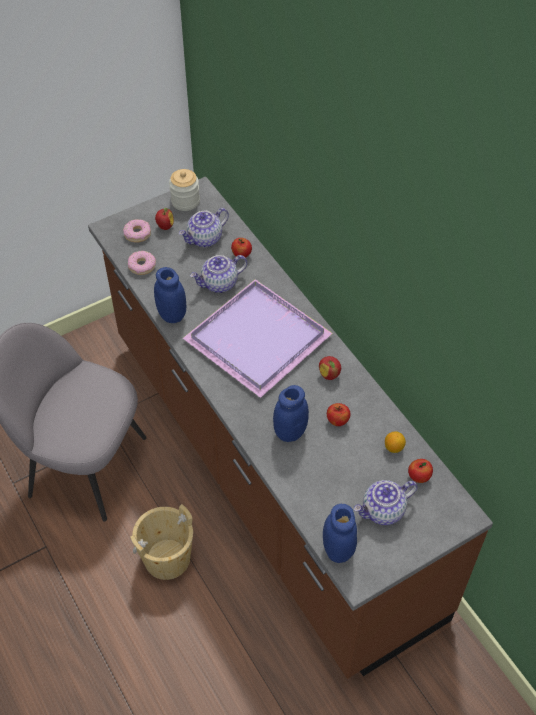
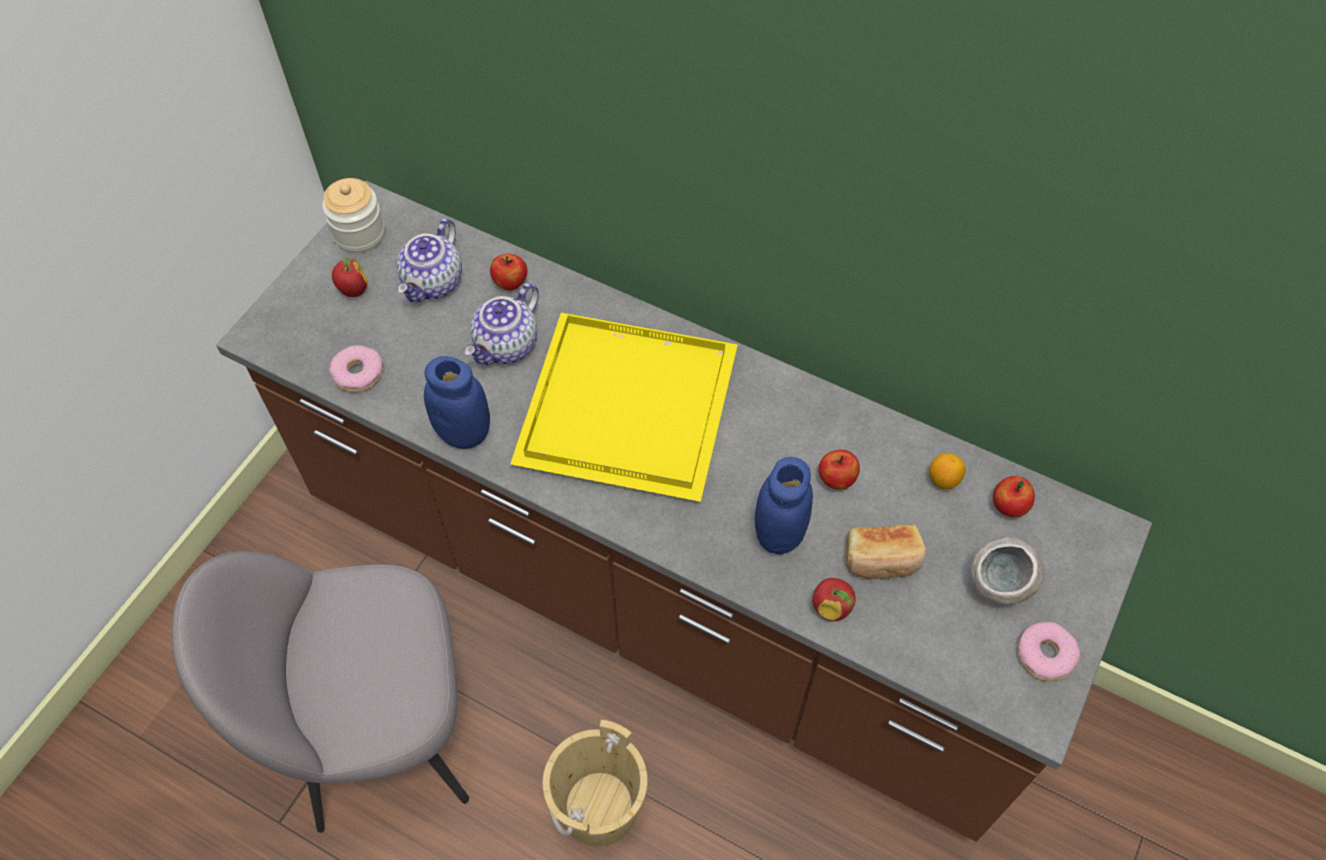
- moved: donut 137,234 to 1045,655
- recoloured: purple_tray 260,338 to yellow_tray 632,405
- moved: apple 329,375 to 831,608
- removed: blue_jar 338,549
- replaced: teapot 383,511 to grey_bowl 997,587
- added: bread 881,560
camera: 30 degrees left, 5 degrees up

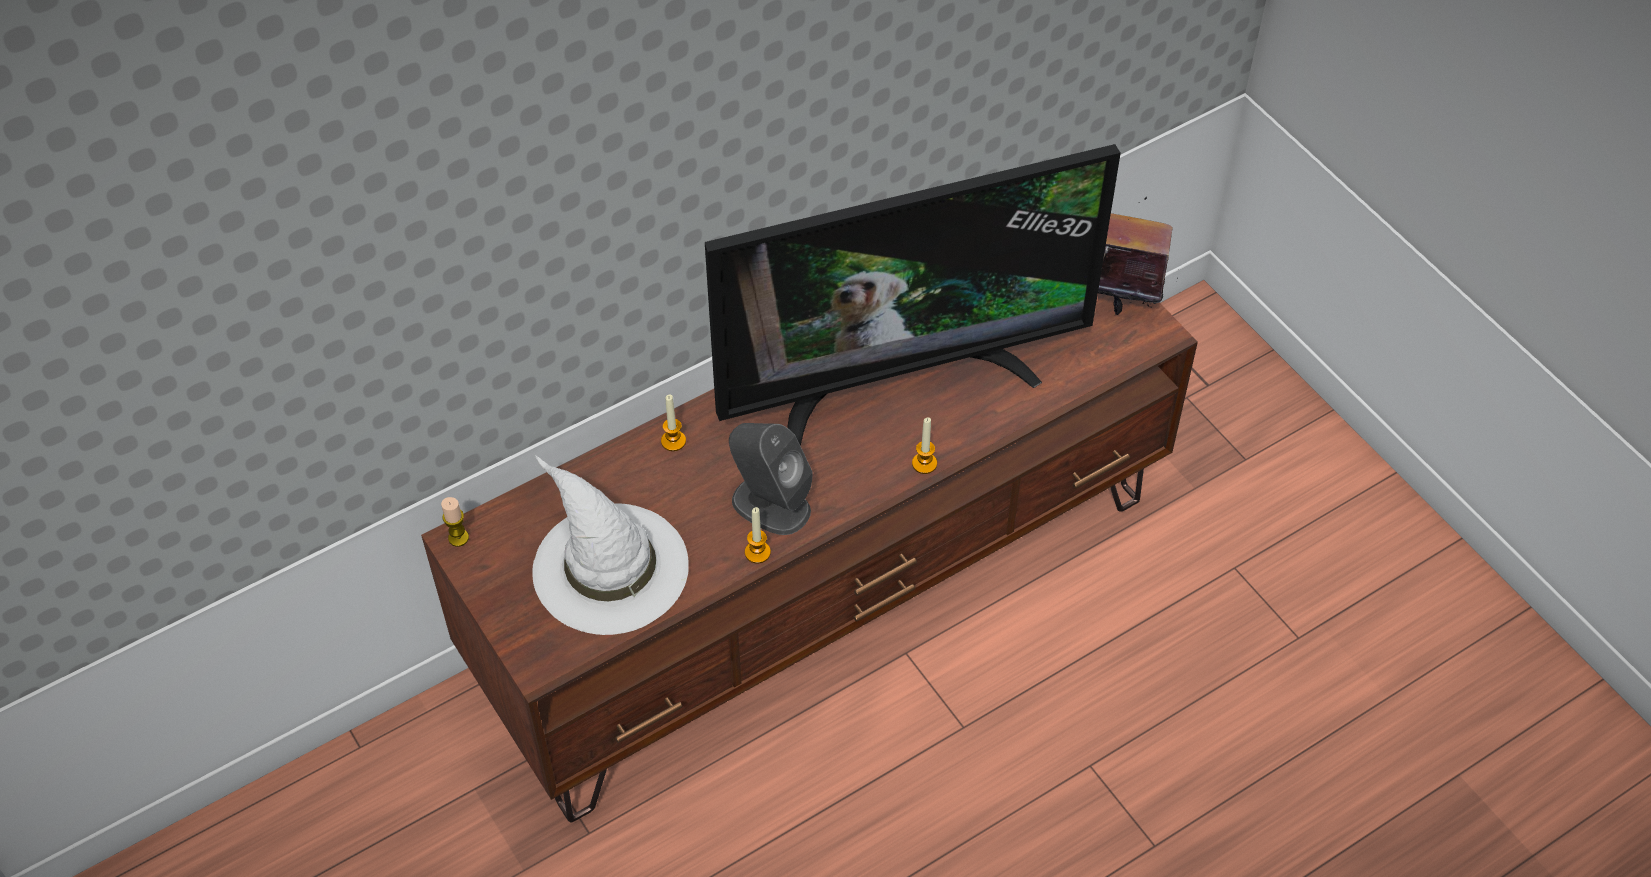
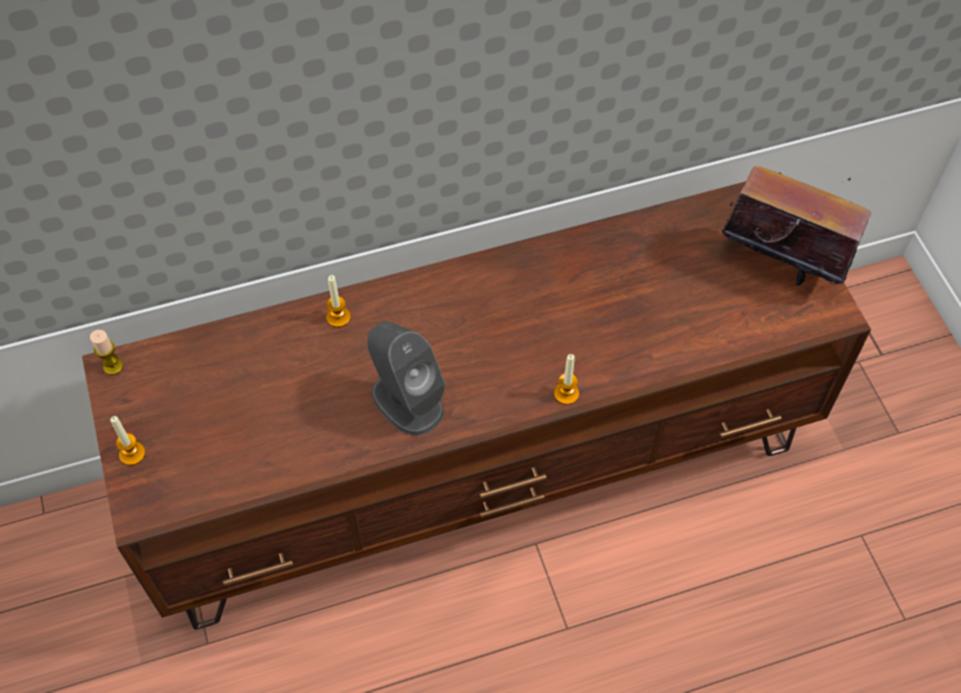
- removed: white_hat 608,566
- removed: television 900,379
- moved: candle 757,552 to 132,454
camera: 15 degrees right, 5 degrees up

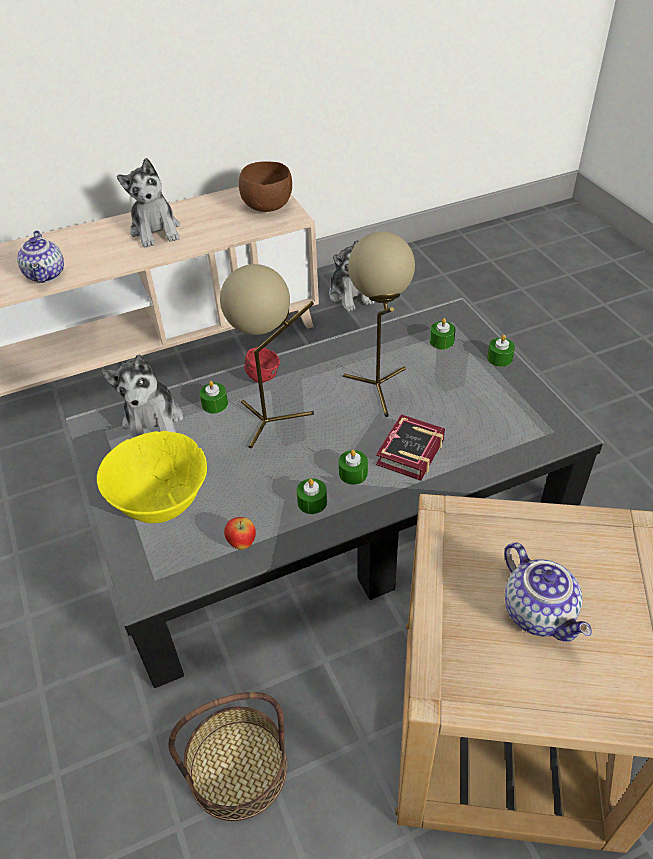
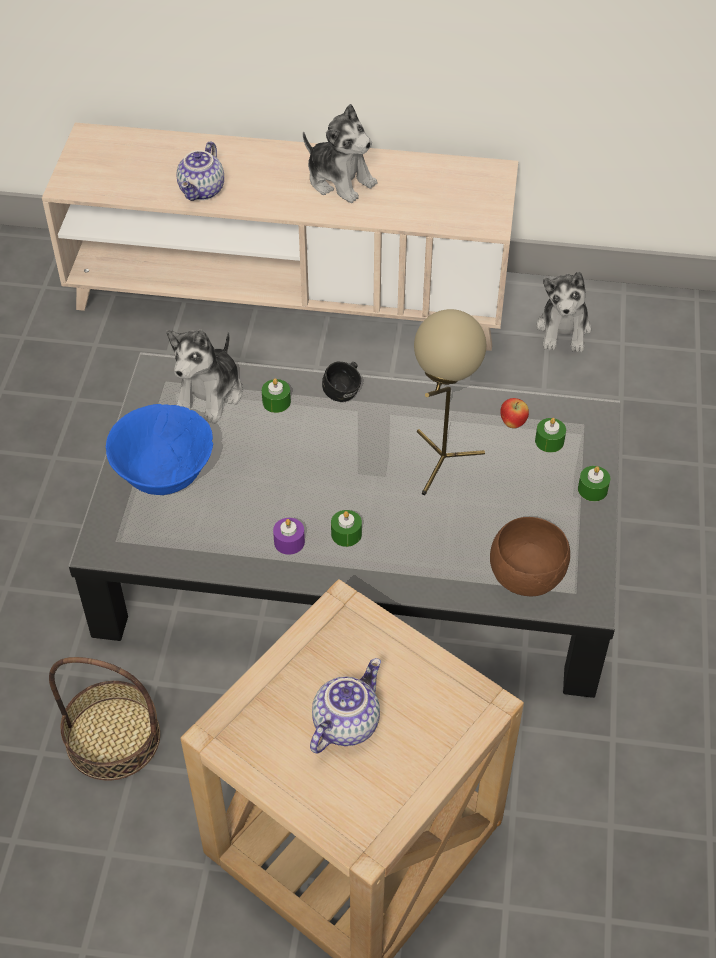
- recoloured: yellow_bowl 161,503 to blue_bowl 164,476
- turned: plush_toy 156,230 = 340,180 60 degrees counterclockwise
- removed: beige_table_lamp 271,420
- moved: apple 242,543 to 512,423
- moved: brown_bowl 268,206 to 527,576
- recoloured: red_mug 264,373 to black_mug 345,392
- recoloured: green_candle 312,502 to purple_candle 289,542
- removed: book 407,453
- turned: teapot 540,612 = 345,723 150 degrees counterclockwise
camera: 30 degrees right, 5 degrees up

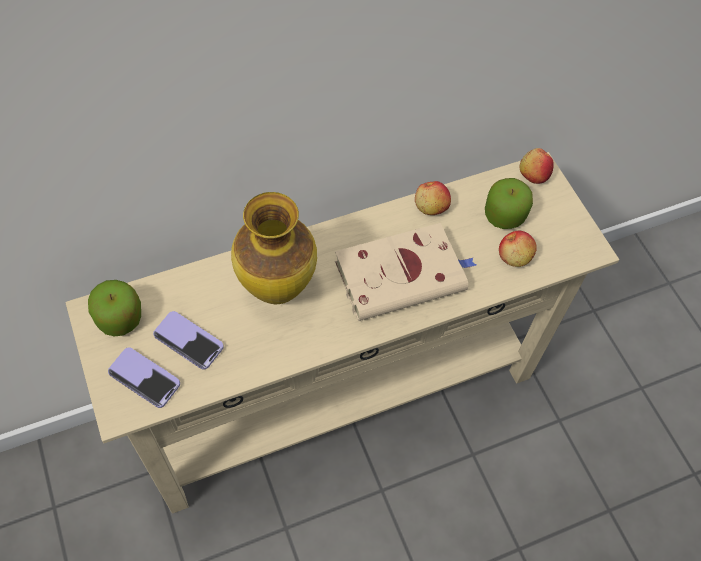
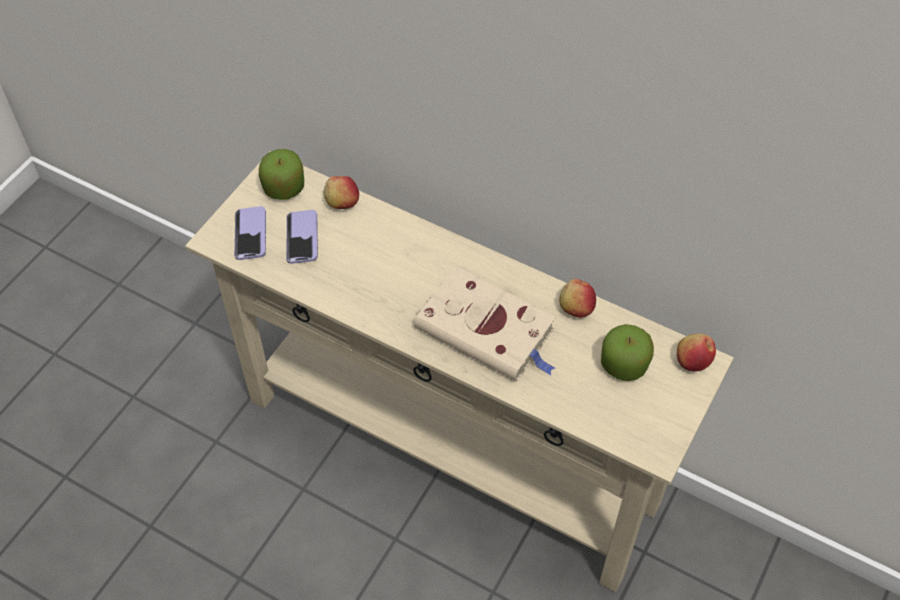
- removed: vase 276,288
- moved: apple 514,257 to 342,202
camera: 55 degrees right, 5 degrees down

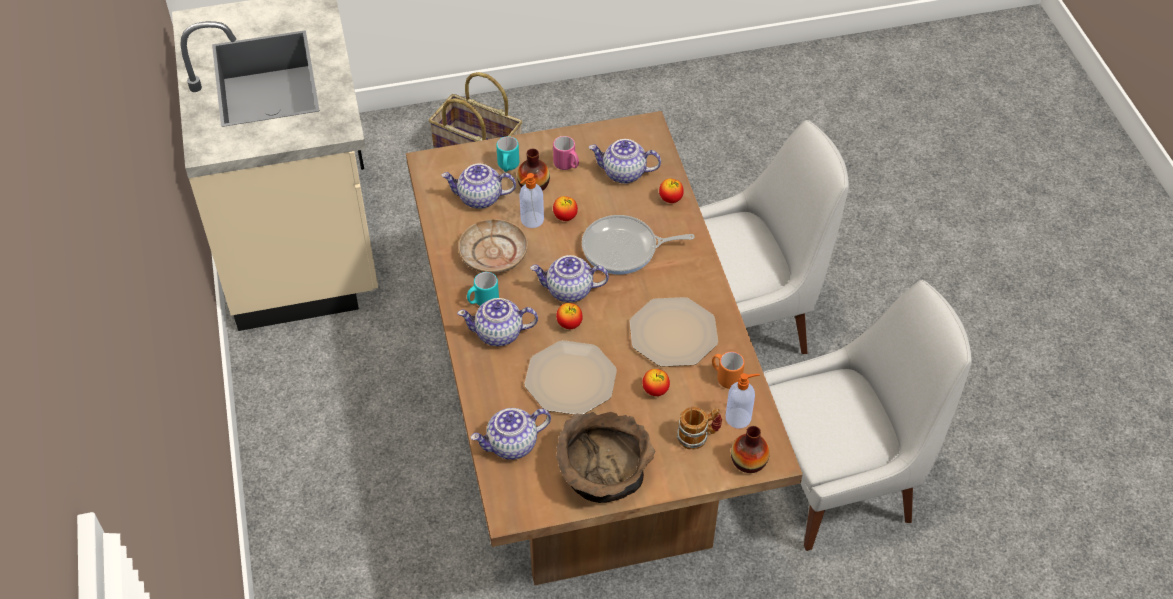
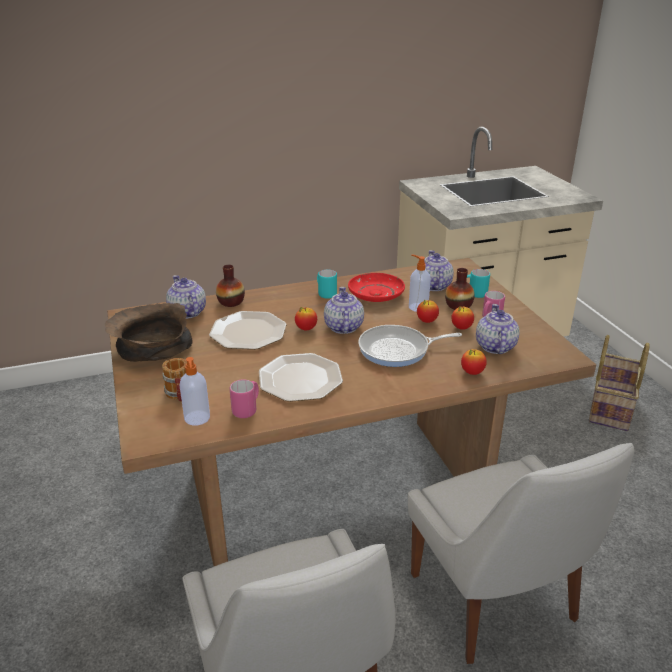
- removed: teapot 499,333
- recoloured: beige_plate 493,254 to red_plate 375,294
- turned: frying_pan 624,249 = 398,350 90 degrees counterclockwise
- moved: apple 655,391 to 461,328
- recoloured: orange_mug 725,377 to pink_mug 247,409
- moved: vase 748,461 to 231,302
camera: 85 degrees right, 20 degrees down

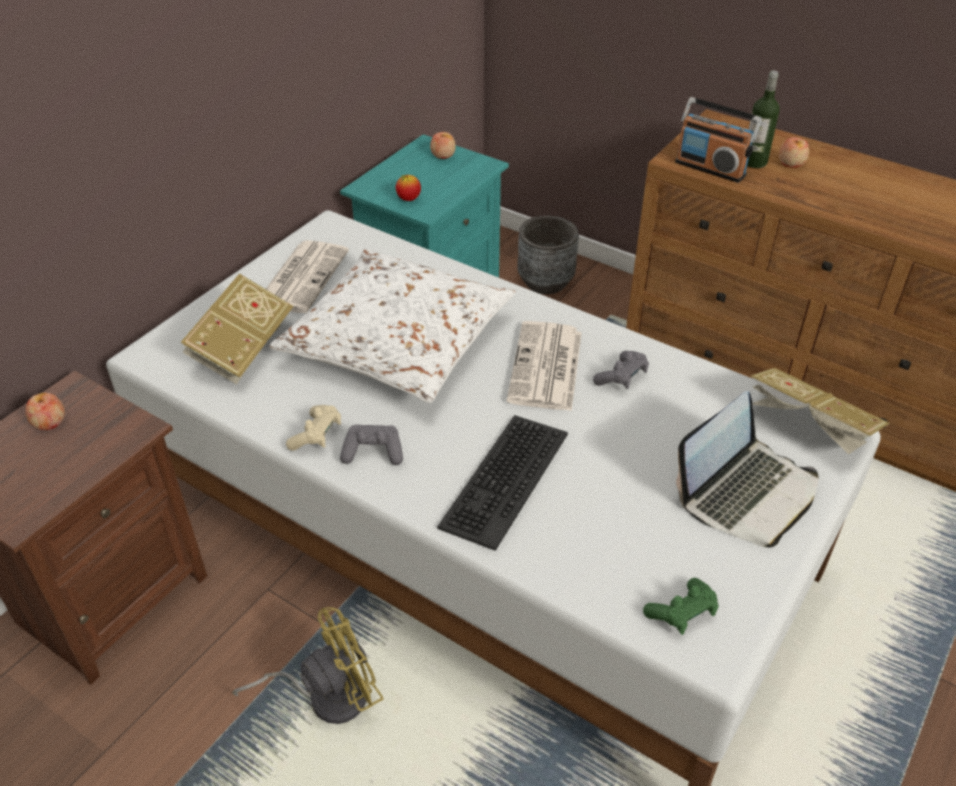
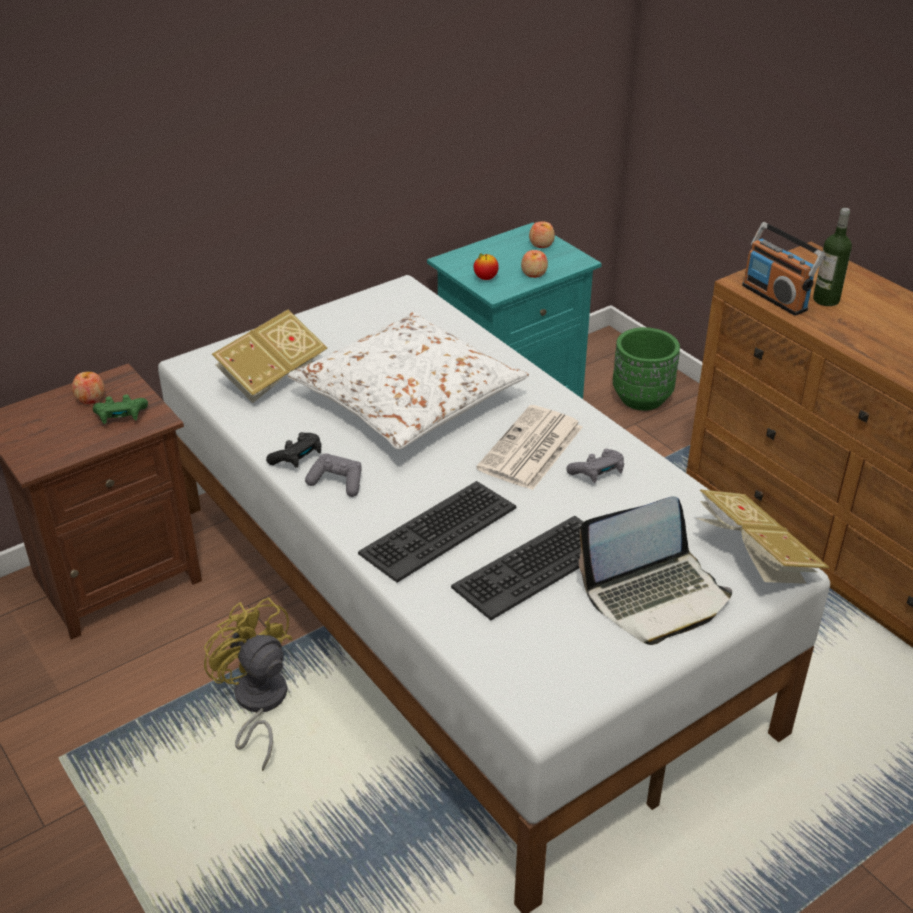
- turned: yellow_fan 326,695 = 257,704 120 degrees counterclockwise
- removed: newspaper 302,276
- recoloured: beige_game_controller 316,435 to black_game_controller 297,458
- recoloured: grey_planter 545,282 to green_planter 642,398
- moved: green_game_controller 682,613 to 121,417
- moved: apple 791,163 to 534,273
- added: keyboard 533,566
camera: 20 degrees right, 5 degrees down

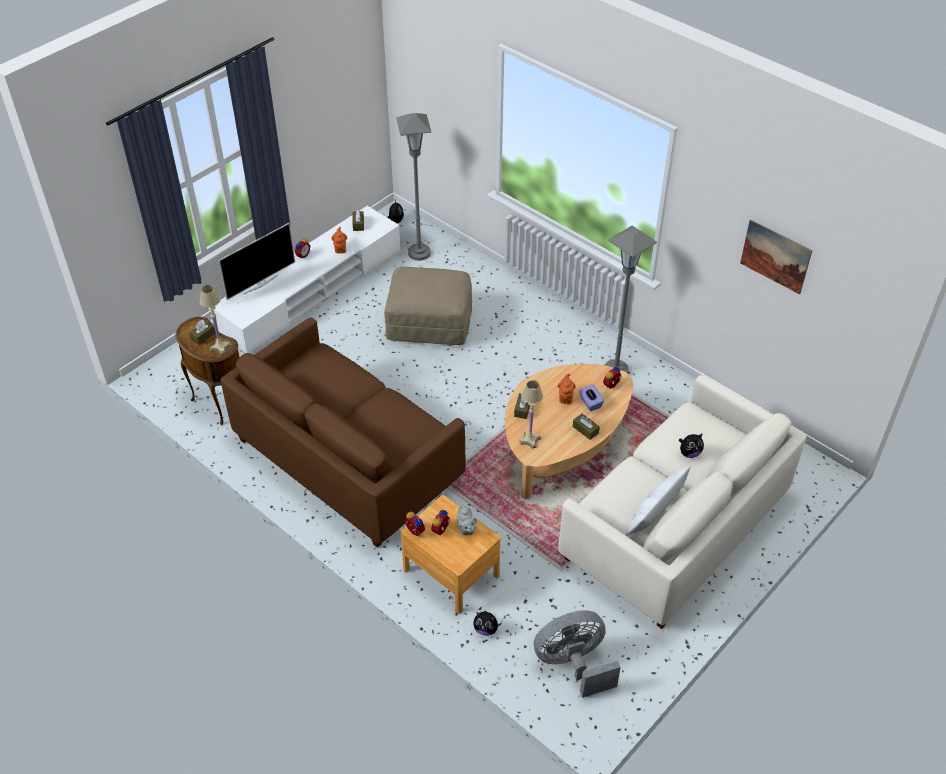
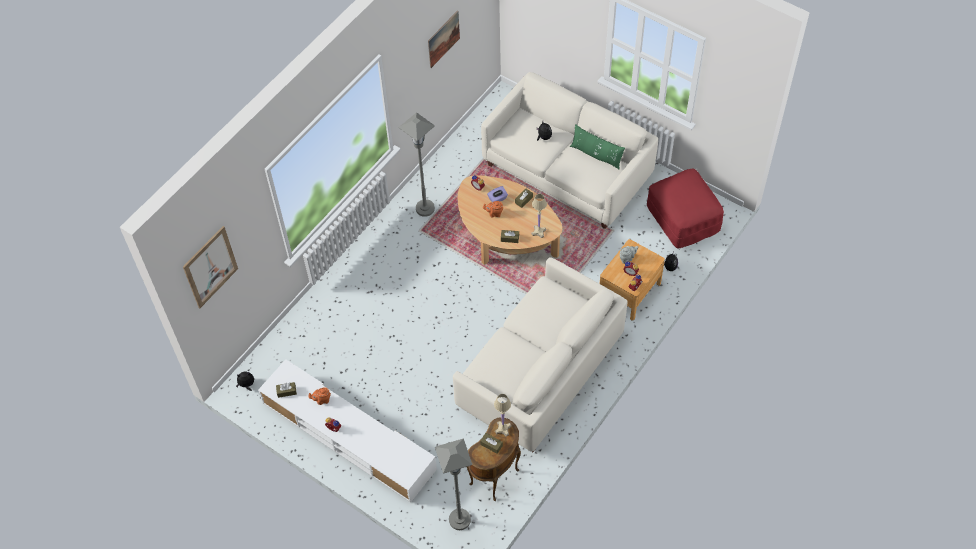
- removed: television 260,284
- recoloured: brown_sofa 347,459 to white_sofa 540,372
- removed: beige_ottoman 430,323
- moved: grey_floor_lamp 419,253 to 459,520
- replaced: grey_fan 573,664 to red_ottoman 683,219
- recoloured: white_pillow 655,512 to green_pillow 596,155
- added: picture 210,267
camera: 95 degrees left, 10 degrees up

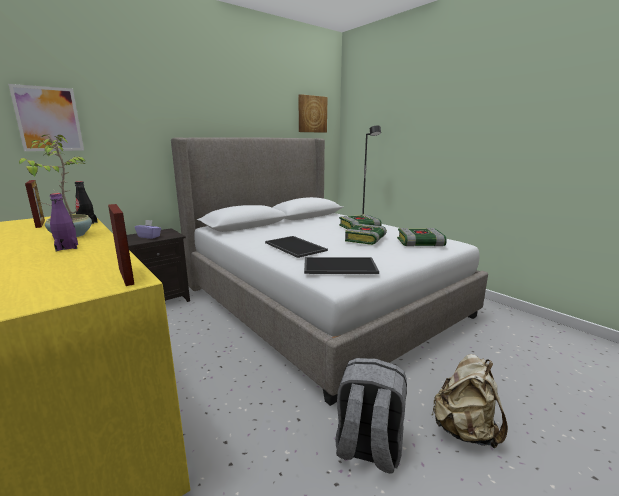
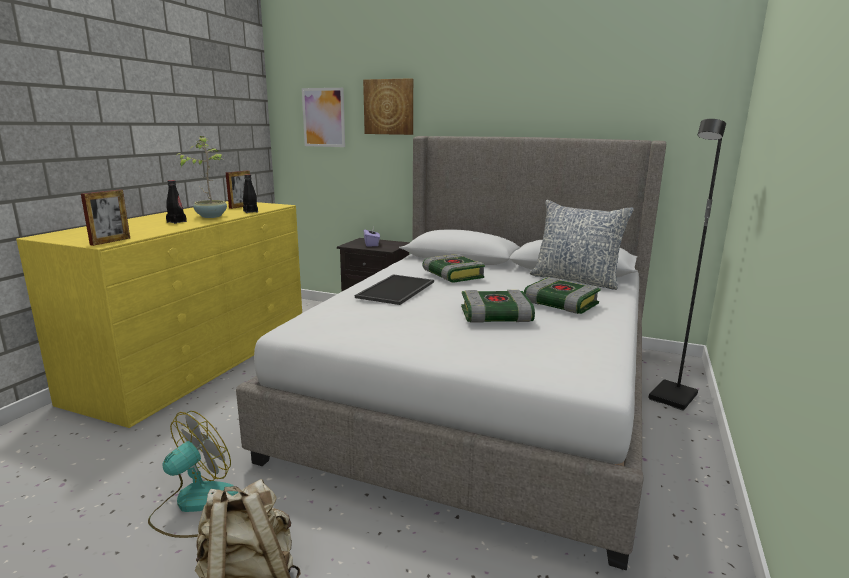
- recoloured: purple_bottle 67,247 to black_bottle 176,222
- moved: picture 312,114 to 389,107
- removed: tray 339,266
- replaced: grey_backpack 367,448 to fan 194,505
- moved: book 419,243 to 452,275
- added: pillow 575,280
camera: 60 degrees right, 0 degrees up

